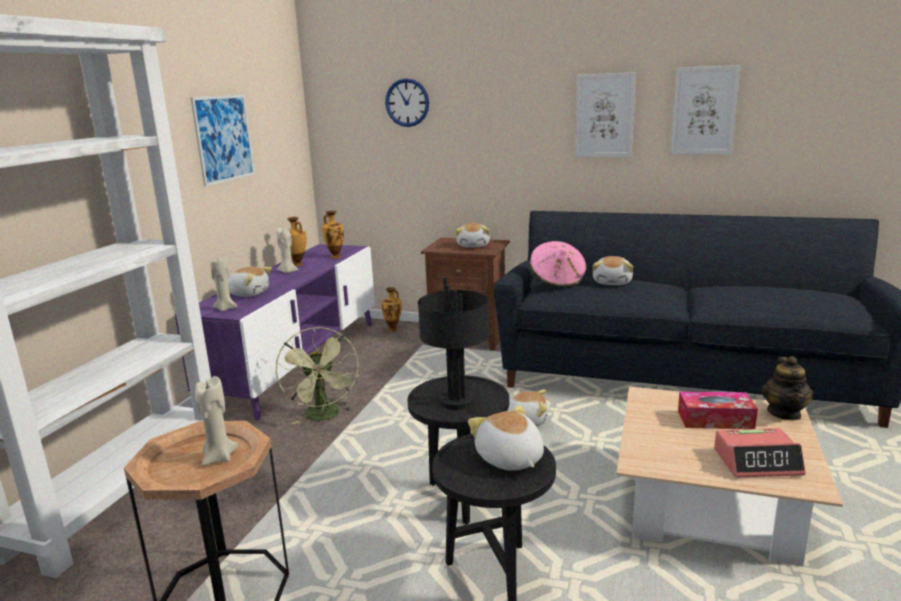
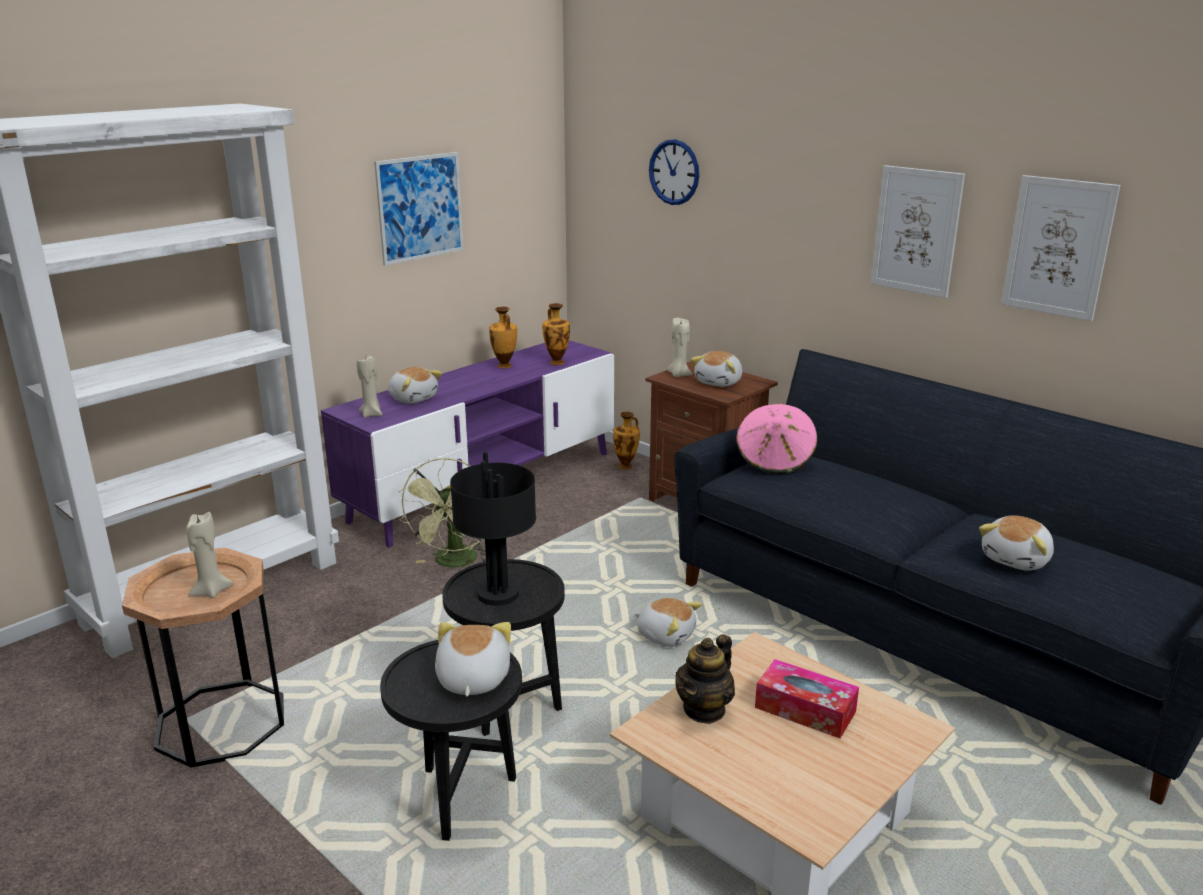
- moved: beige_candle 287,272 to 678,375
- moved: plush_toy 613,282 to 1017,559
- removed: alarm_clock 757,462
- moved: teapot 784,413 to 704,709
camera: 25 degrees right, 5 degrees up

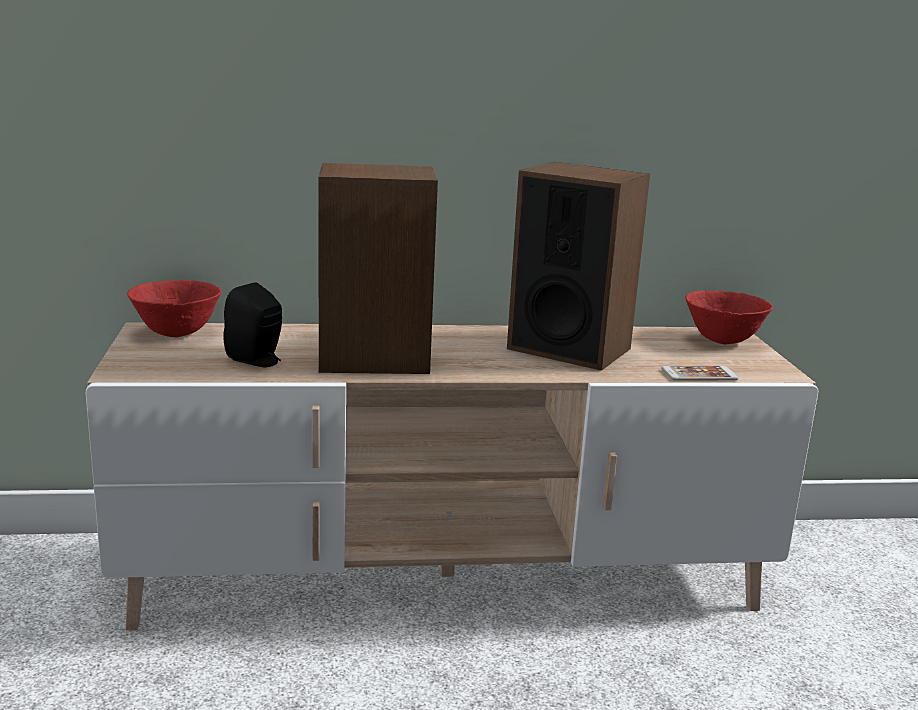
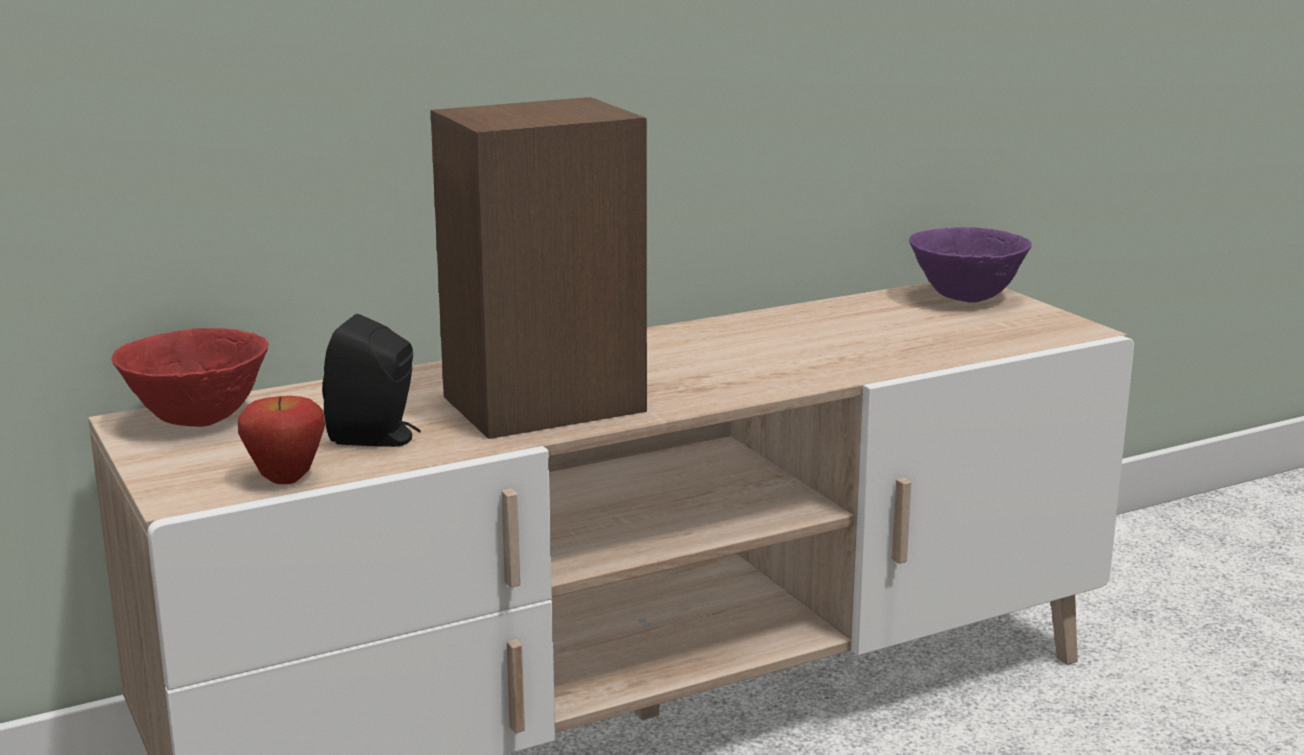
- removed: speaker 569,348
- removed: phone 699,374
- recoloured: red_bowl 722,340 to purple_bowl 965,298
- added: apple 286,479
camera: 20 degrees left, 0 degrees up

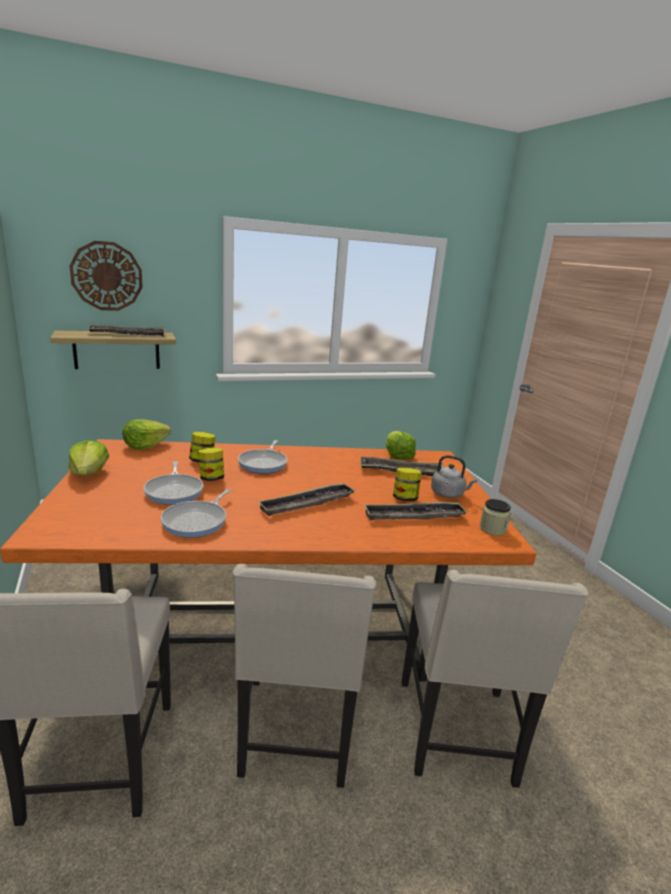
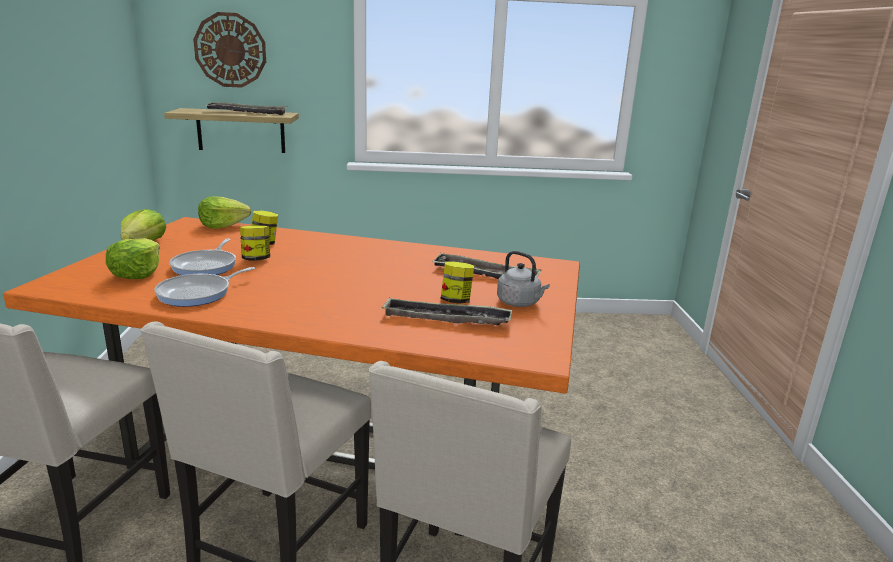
- removed: frying_pan 264,463
- removed: tray 307,503
- moved: lettuce 397,455 to 137,274
- removed: jar 492,529
camera: 20 degrees right, 0 degrees up

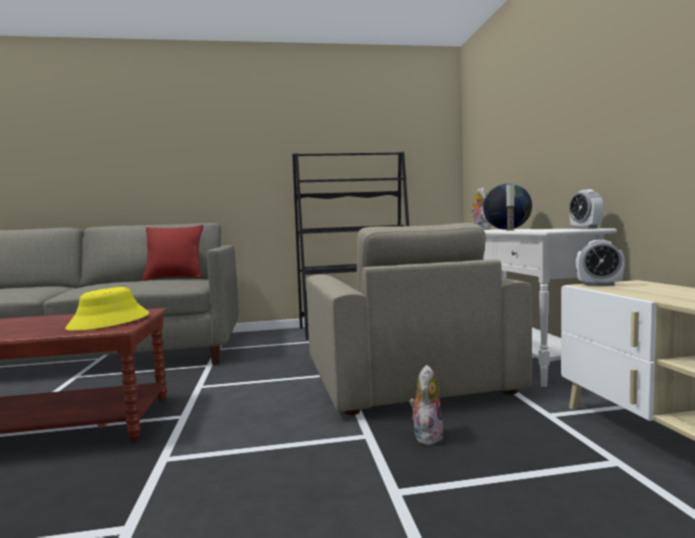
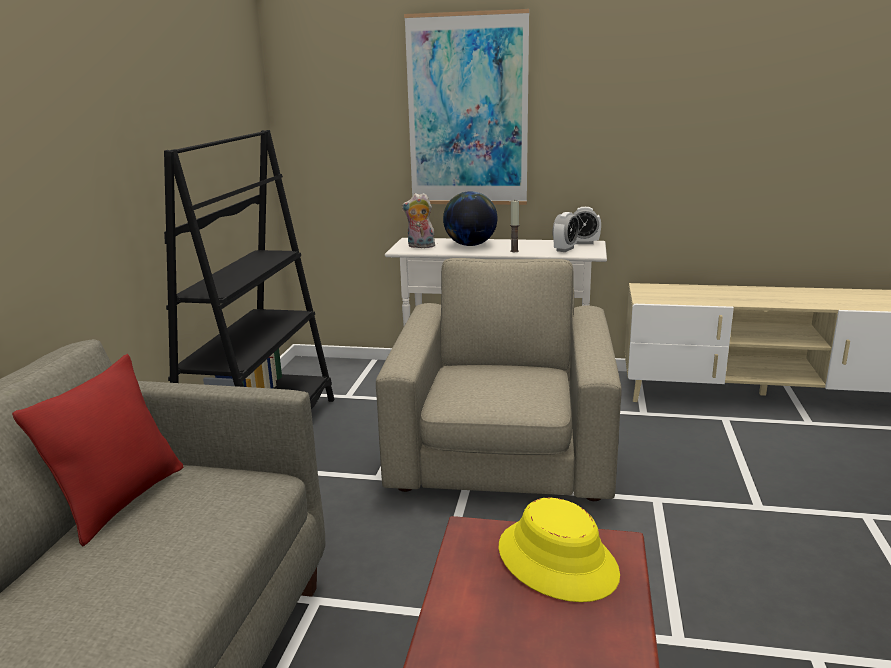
- turned: beige_armchair 403,375 = 503,447 90 degrees counterclockwise
- removed: plush_toy 426,435
- moved: alarm_clock 599,285 to 565,249
- added: picture 467,111
camera: 70 degrees left, 15 degrees up

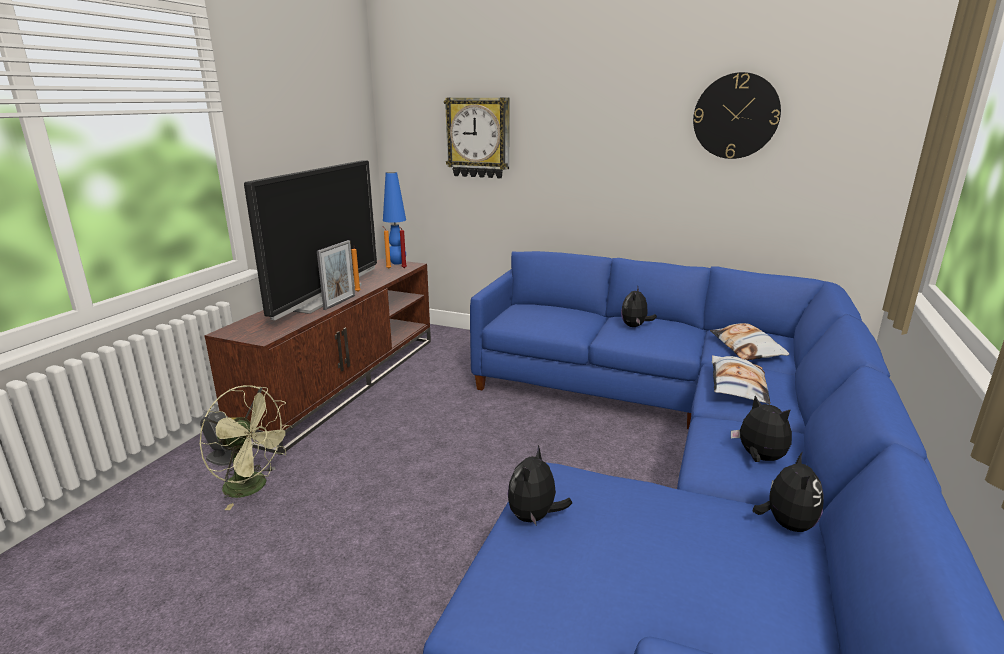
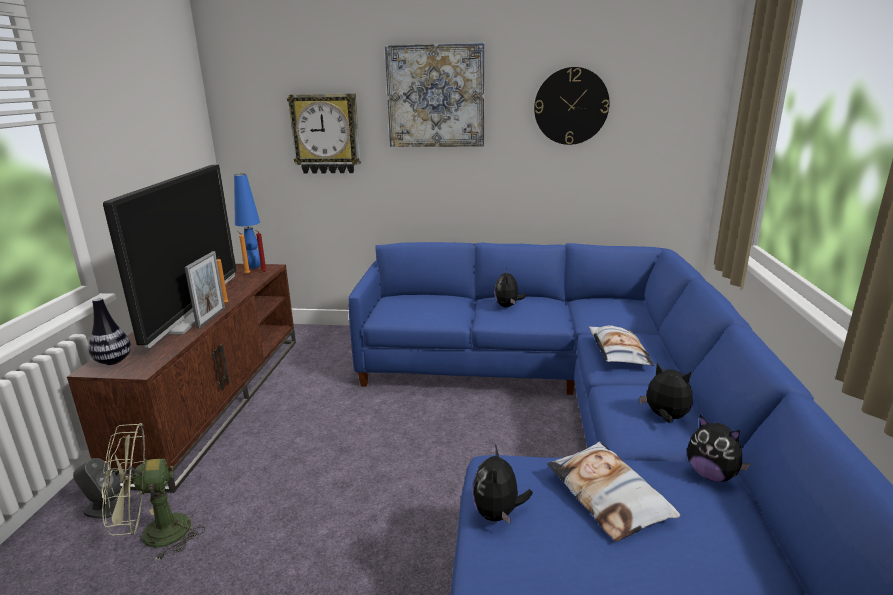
- turned: green_fan 254,487 = 154,535 150 degrees clockwise
- moved: pillow 746,348 to 608,496
- turned: plush_toy 786,524 = 711,475 135 degrees clockwise
- added: vase 113,361
- added: picture 436,96
camera: 15 degrees left, 0 degrees up

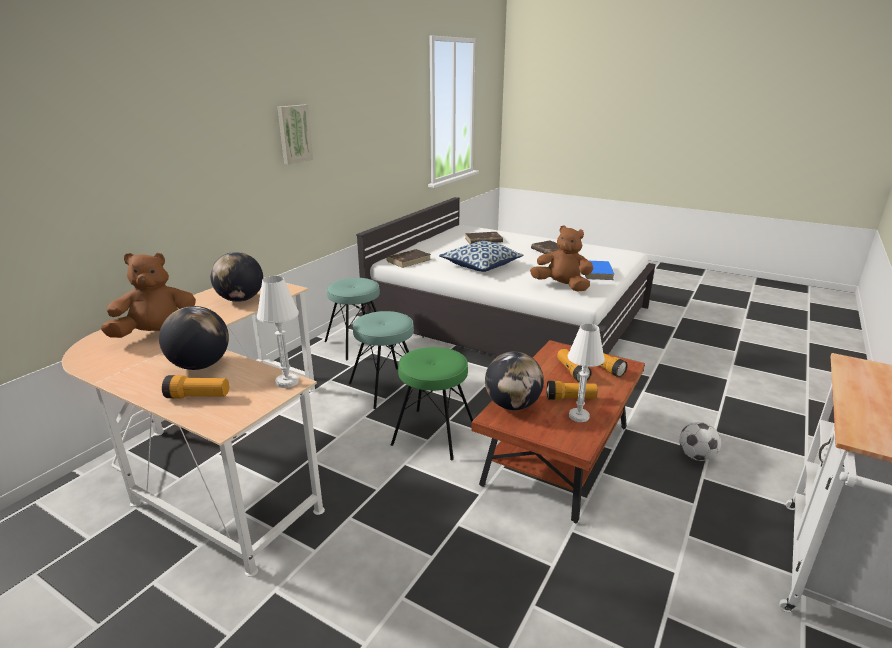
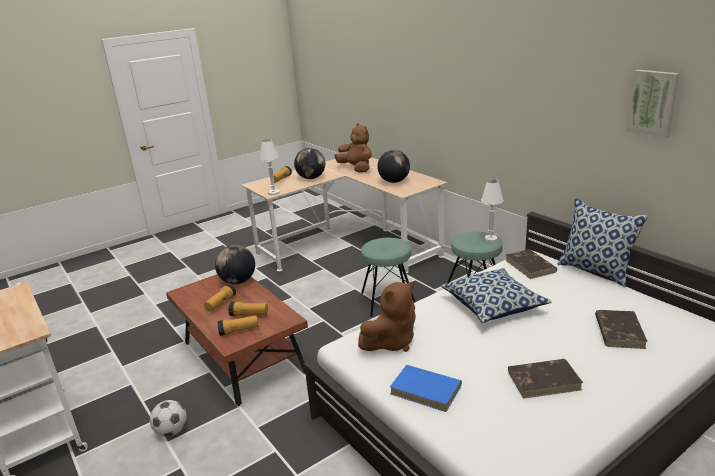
- turned: brown_plush_toy 158,335 = 356,169 45 degrees counterclockwise
- moved: picture 294,134 to 653,103
- removed: green_stool 433,434
- moved: white_table_lamp 578,416 to 490,239
- added: pillow 596,271
camera: 115 degrees right, 0 degrees up

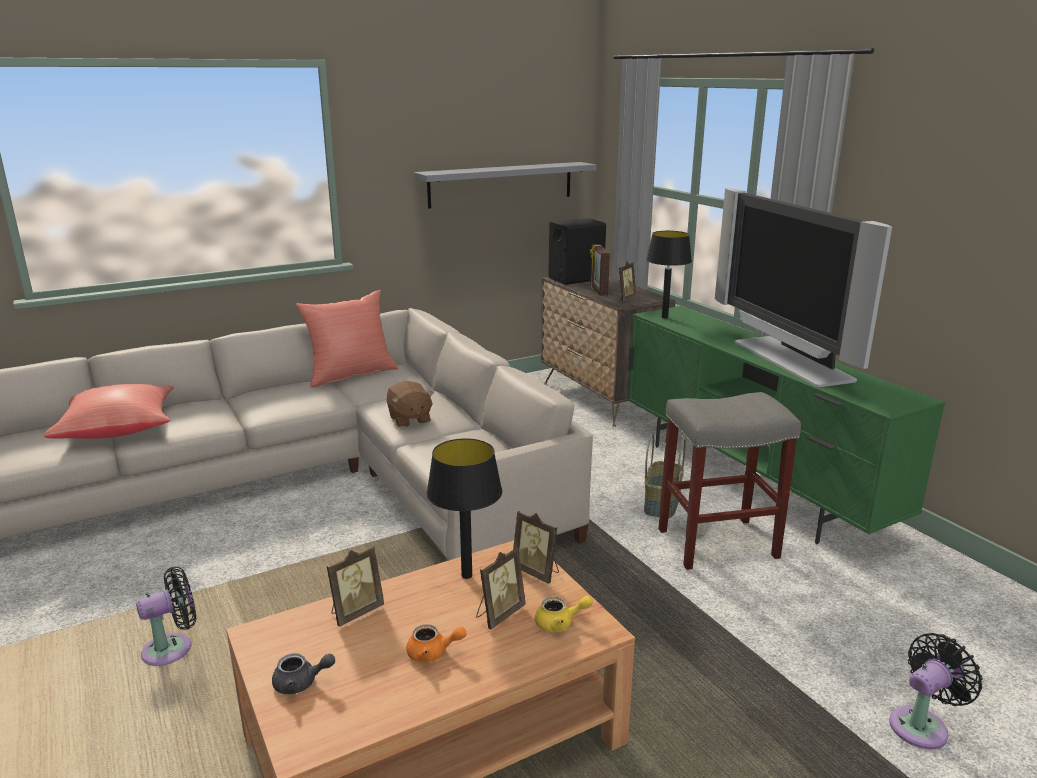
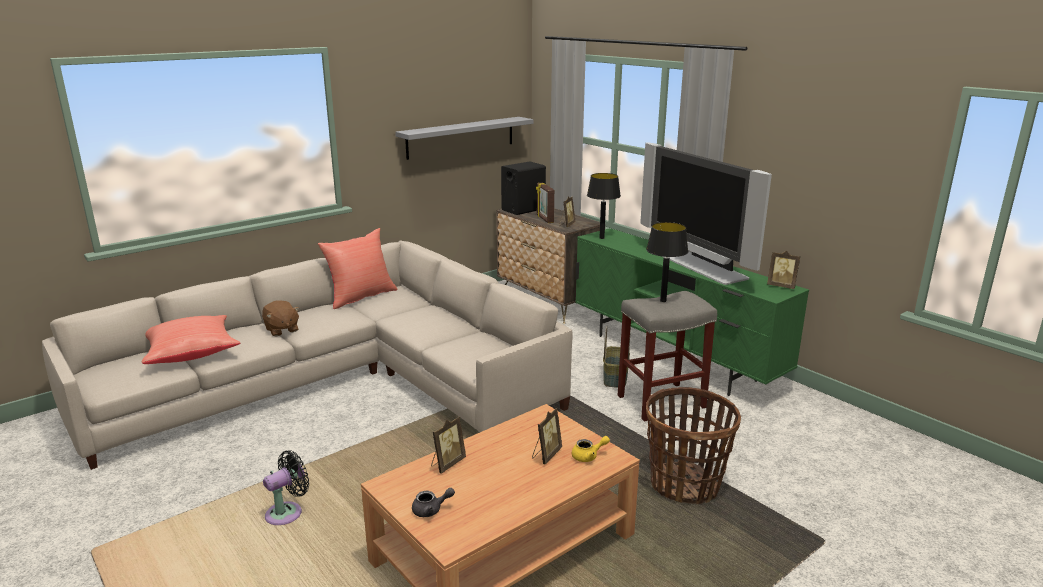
- moved: brown_plush_toy 409,419 to 281,330
- removed: orange_teapot 433,653
- moved: black_table_lamp 466,576 to 663,301
- moved: picture_frame 537,572 to 781,286
- removed: black_fan 922,725
- added: basket 685,485
camera: 10 degrees left, 0 degrees up

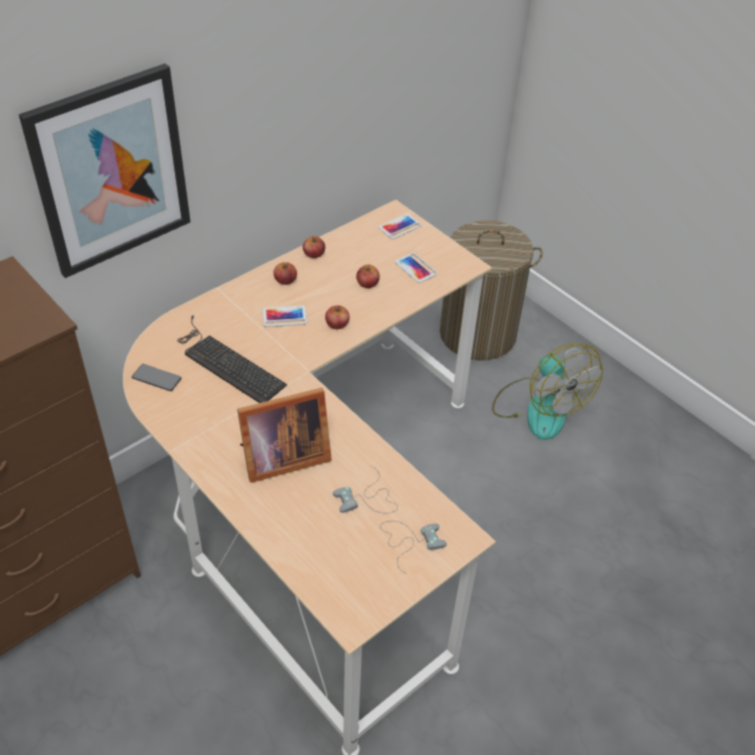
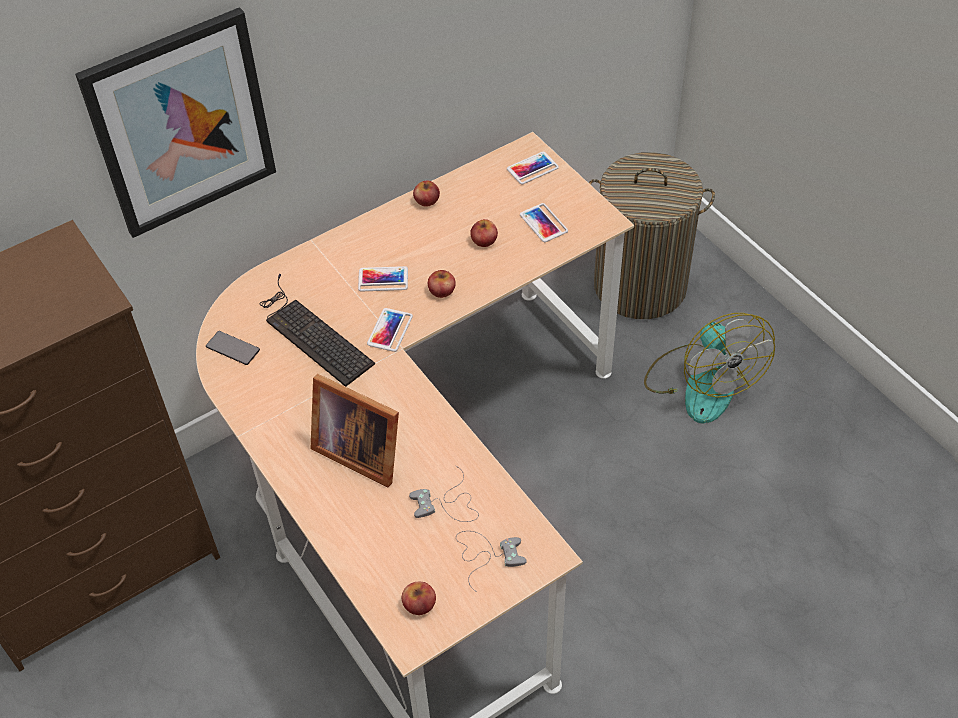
- turned: picture_frame 281,458 = 358,450 45 degrees clockwise
- moved: apple 285,279 to 419,604
- added: phone 390,330
camera: 10 degrees right, 5 degrees up

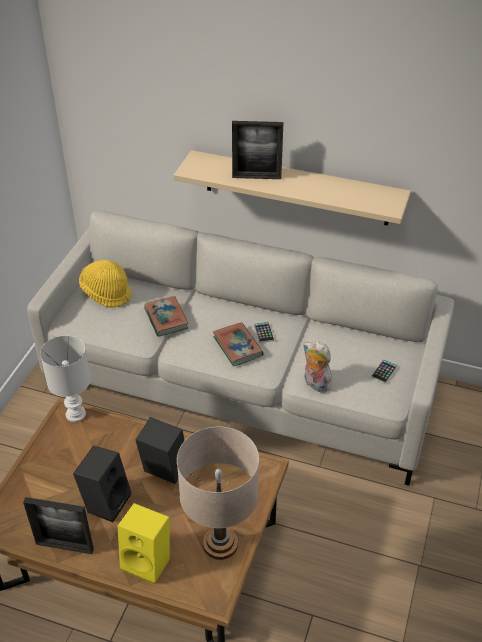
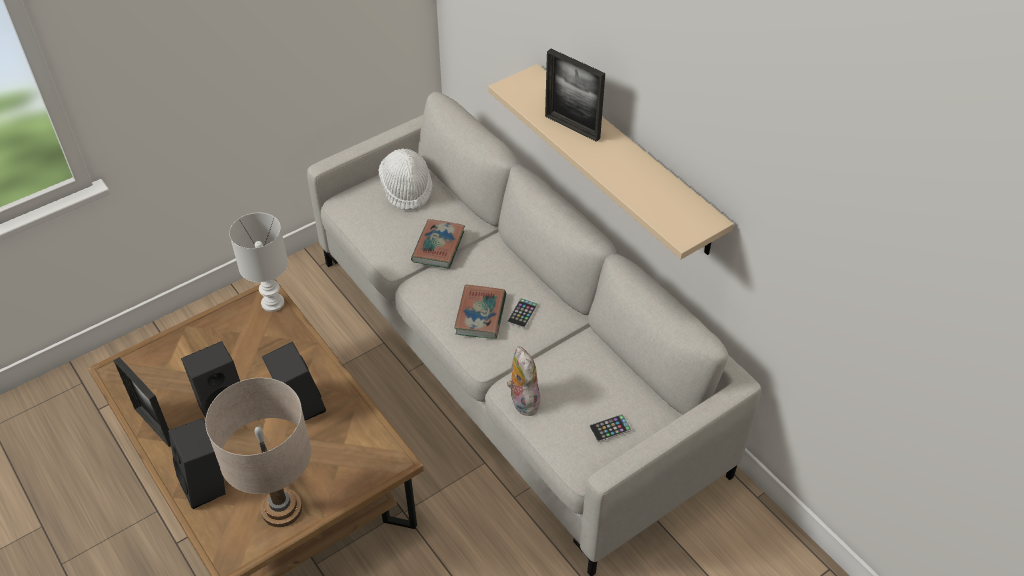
- recoloured: yellow_hat 106,293 to white_hat 407,189
- recoloured: yellow_speaker 148,561 to black_speaker 207,485
camera: 35 degrees right, 5 degrees up

